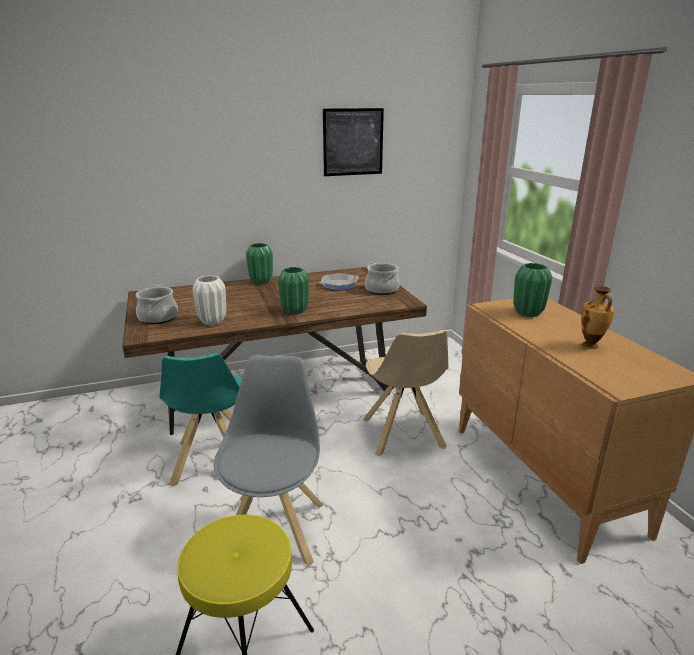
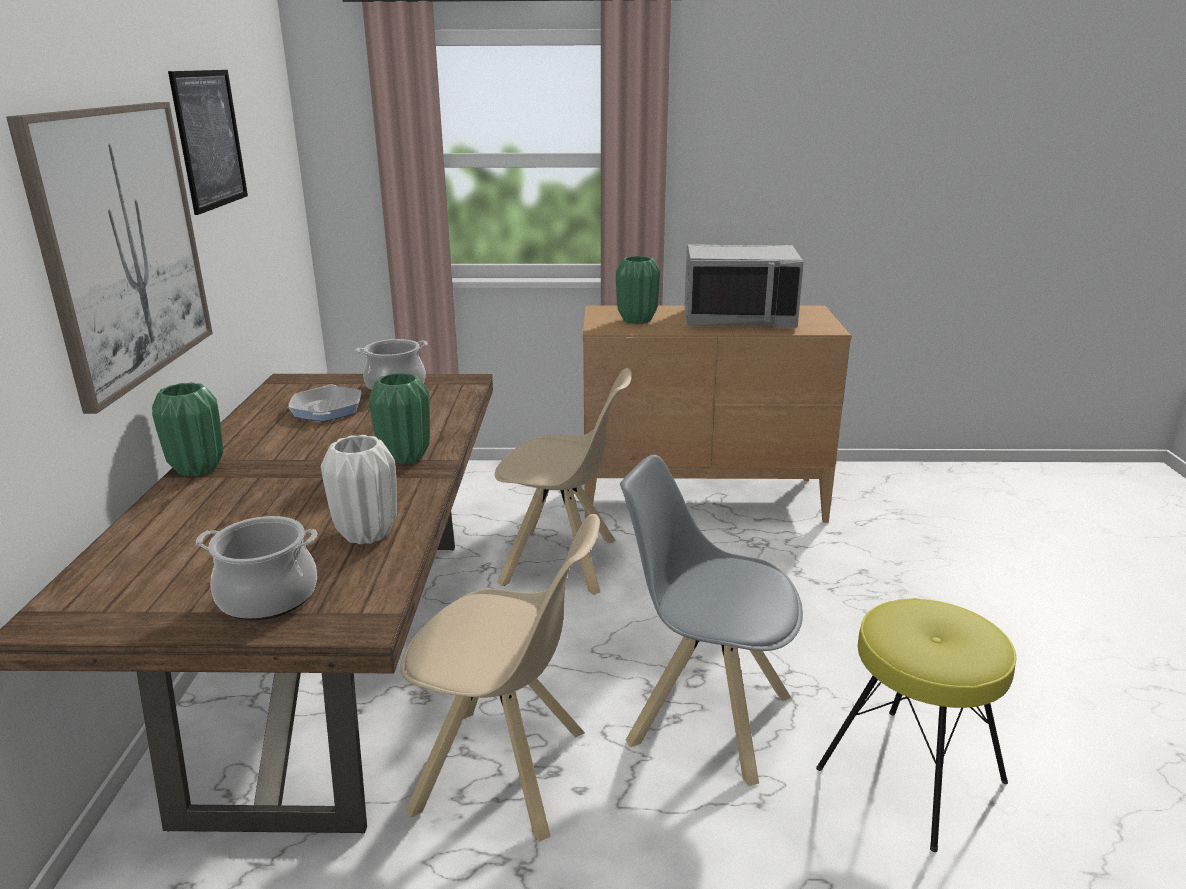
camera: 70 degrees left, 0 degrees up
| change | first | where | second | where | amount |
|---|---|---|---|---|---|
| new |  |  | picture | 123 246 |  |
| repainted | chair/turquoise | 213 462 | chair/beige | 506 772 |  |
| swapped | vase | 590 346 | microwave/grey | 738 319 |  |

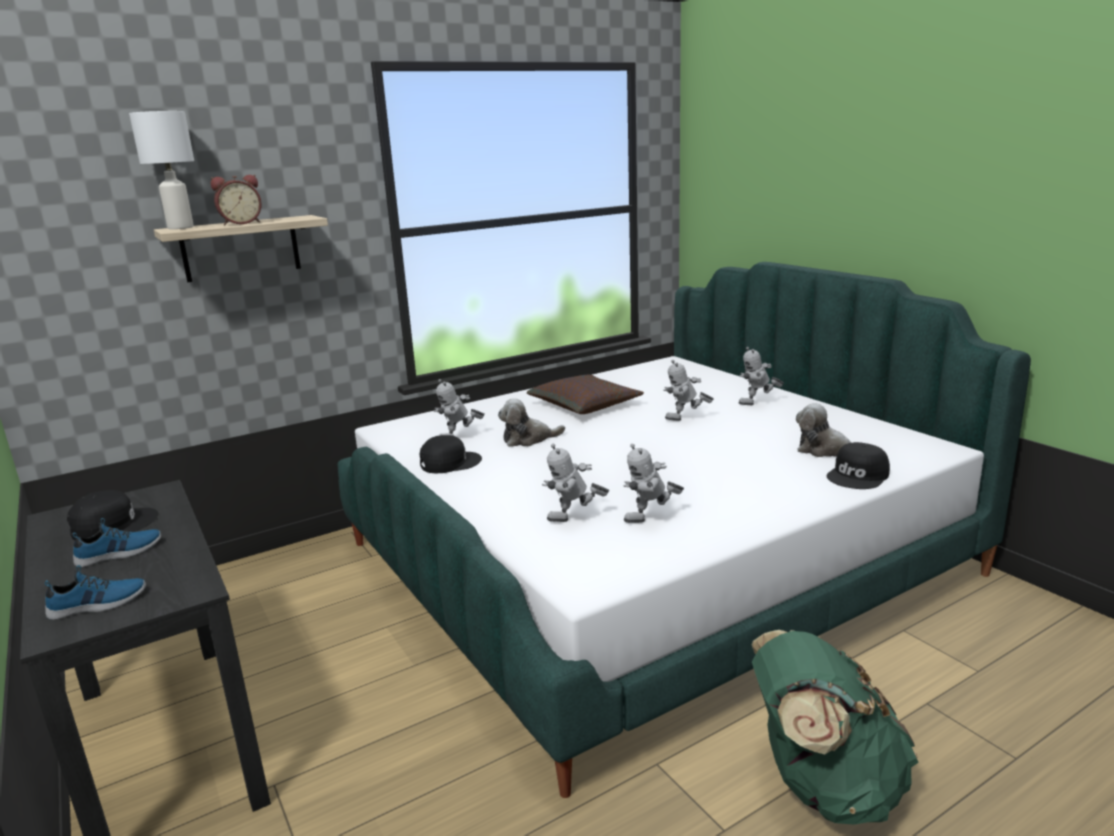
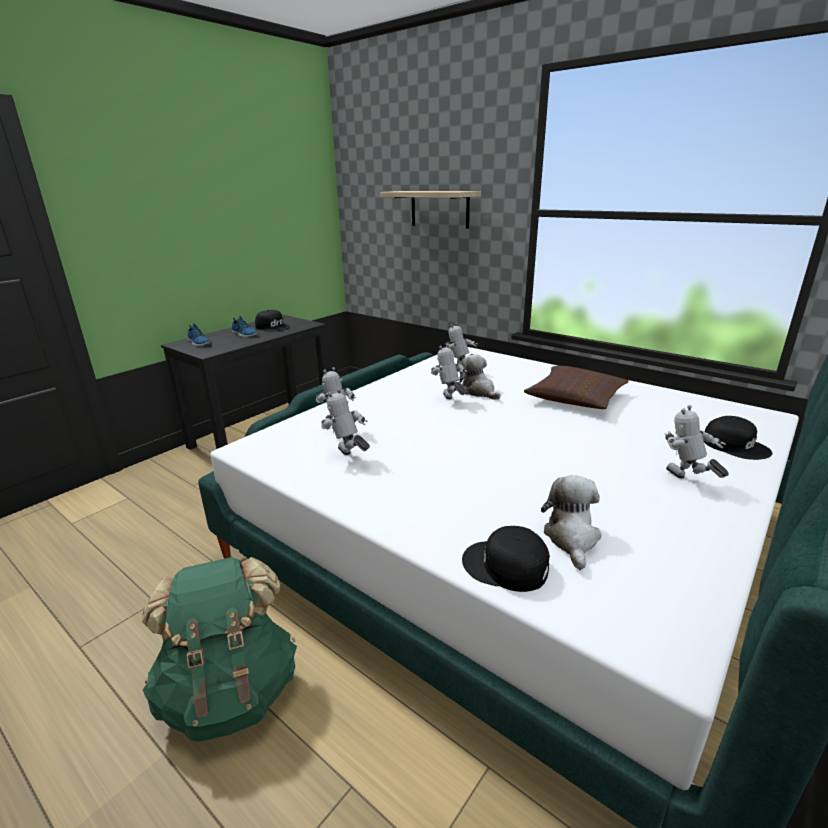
camera: 70 degrees right, 5 degrees up
| change | first | where | second | where | amount |
|---|---|---|---|---|---|
| shifted | toy robot | 686 420 |  | 449 401 |  |
| shifted | cap/black | 449 462 |  | 735 445 |  |
| gone | table lamp/white | 180 228 |  |  |  |
| gone | alarm clock | 241 223 |  |  |  |

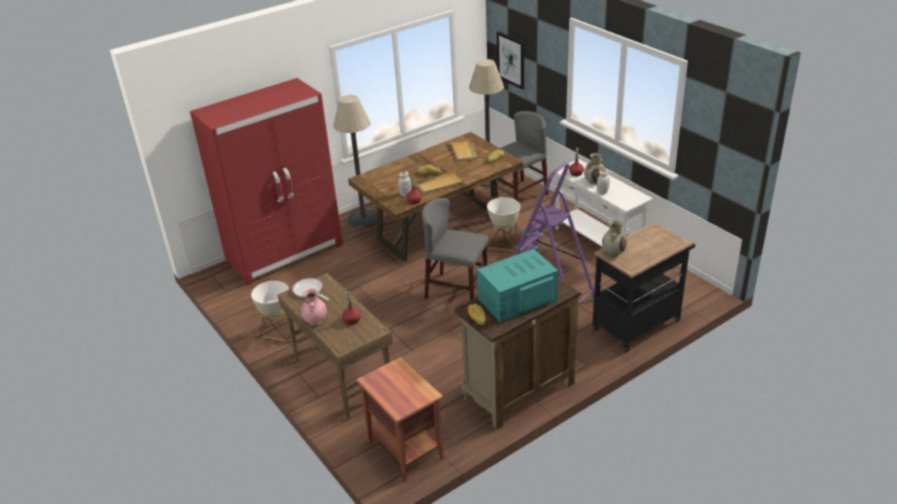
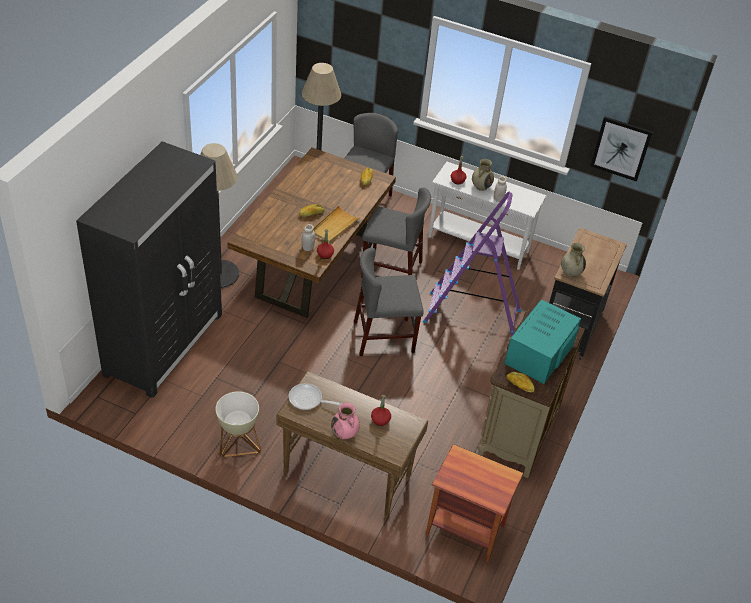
camera: 35 degrees left, 10 degrees up
| change | first | where | second | where | amount |
|---|---|---|---|---|---|
| repainted | cabinet/red | 286 254 | cabinet/black | 166 344 |  |
| swapped | planter | 503 245 | chair/grey | 391 270 |  |
| shifted | picture | 511 60 |  | 621 148 |  |
| gone | tray/beige | 464 151 |  |  |  |

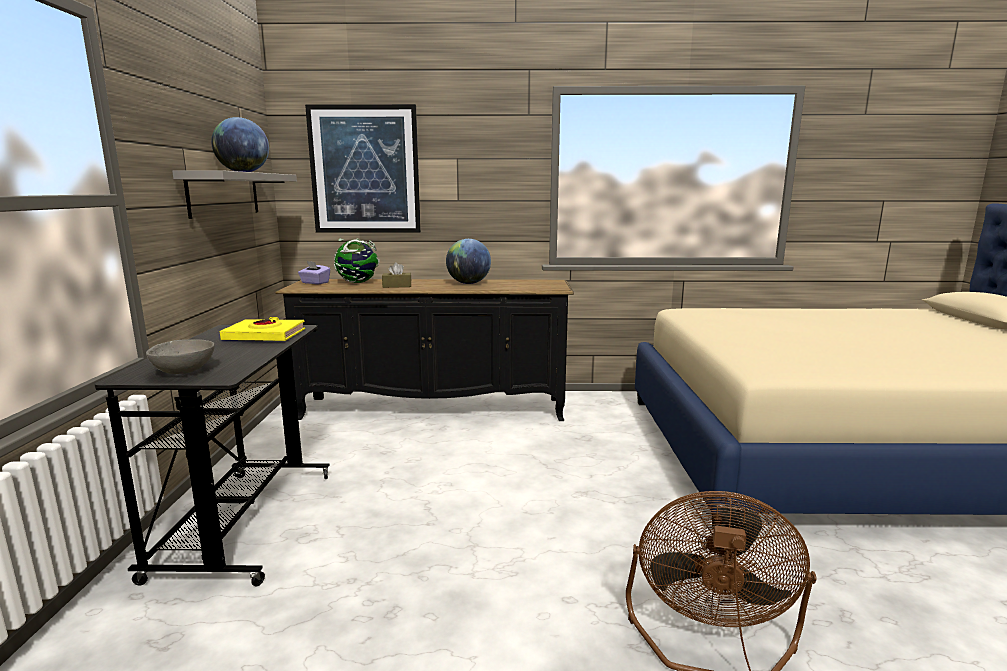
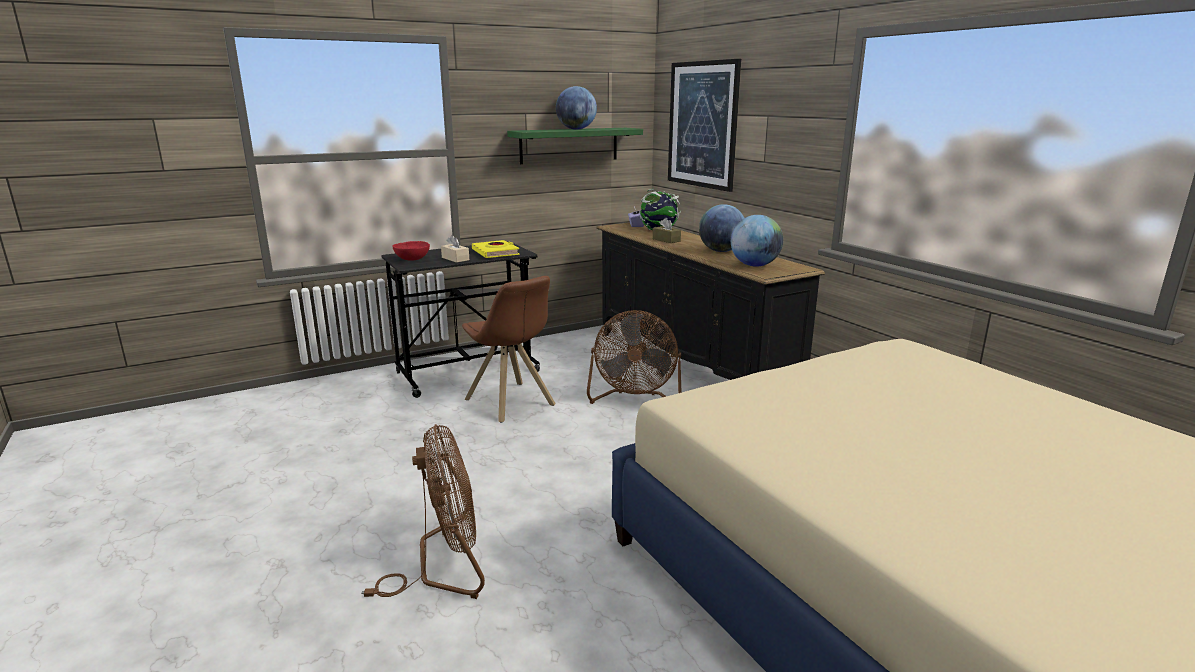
camera: 60 degrees right, 5 degrees up
| change | first | where | second | where | amount |
|---|---|---|---|---|---|
| repainted | bowl/grey | 184 372 | bowl/red | 412 259 |  |
| new |  |  | tissue box/beige | 455 259 |  |
| new |  |  | chair/brown | 510 402 |  |
| repainted | shelf/grey | 224 194 | shelf/green | 569 145 |  |
| new |  |  | fan/brown | 632 398 |  |
| new |  |  | globe | 754 265 |  |

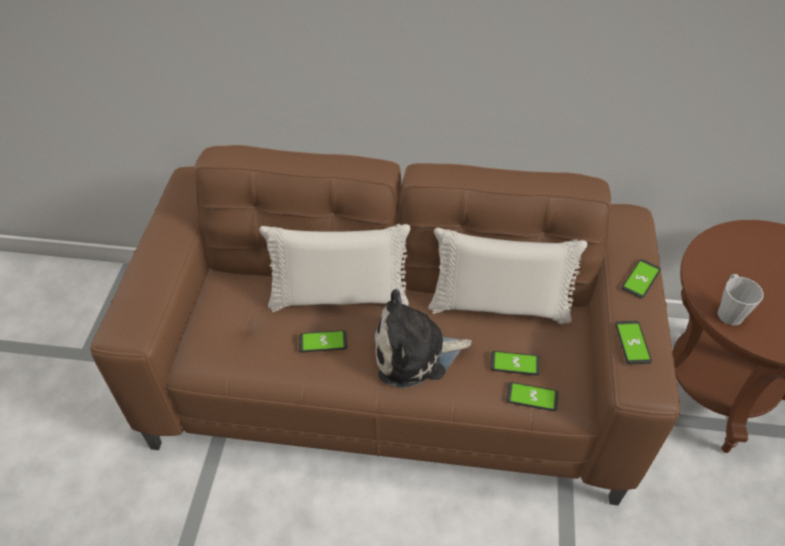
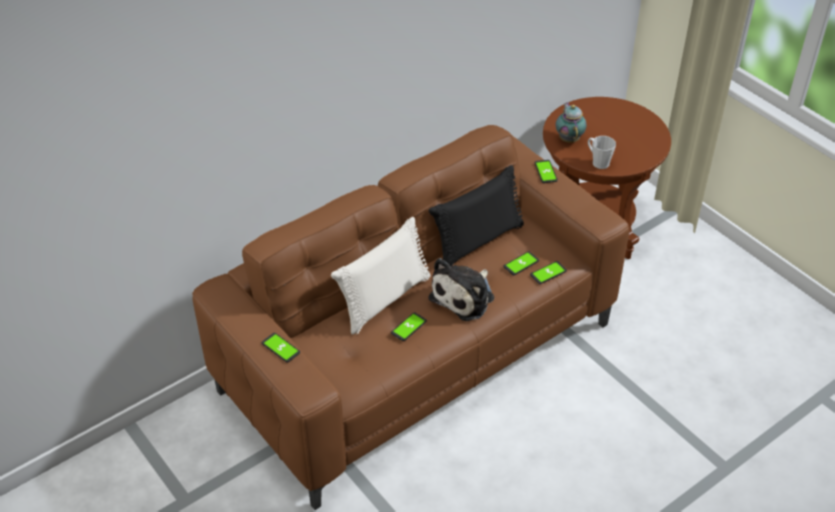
camera: 45 degrees left, 5 degrees down
| change | first | where | second | where | amount |
|---|---|---|---|---|---|
| shifted | phone | 632 343 |  | 280 348 |  |
| repainted | pillow/white | 499 305 | pillow/black | 477 241 |  |
| new |  |  | teapot | 569 138 |  |

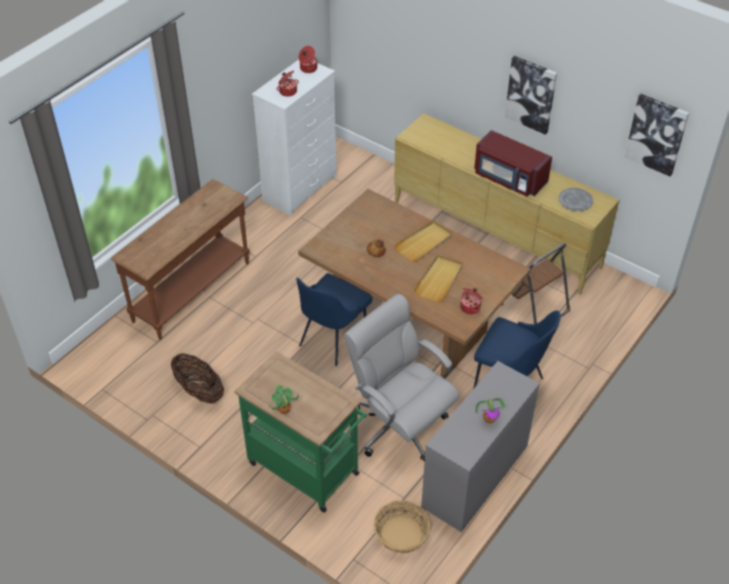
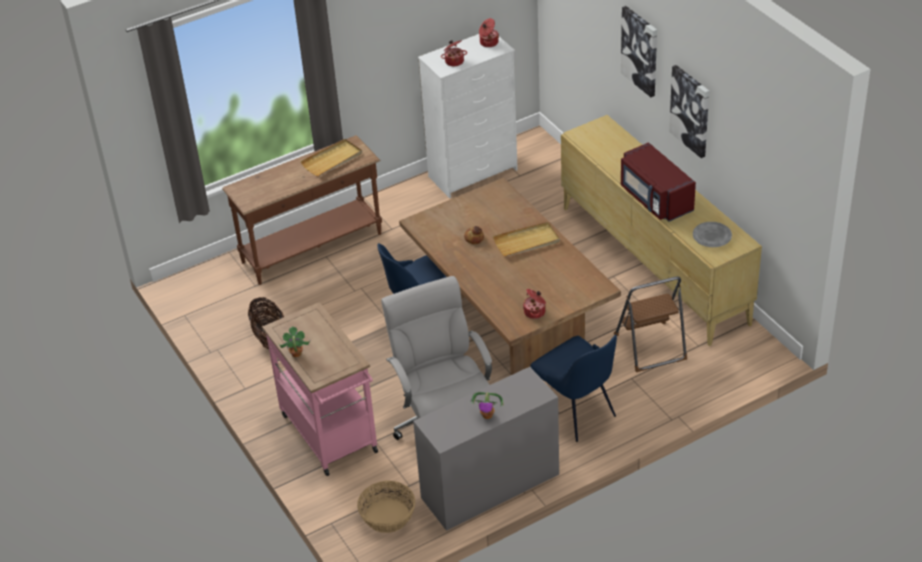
camera: 25 degrees right, 5 degrees down
| change | first | where | second | where | amount |
|---|---|---|---|---|---|
| repainted | cart/green | 306 470 | cart/pink | 331 436 |  |
| shifted | tray/beige | 439 280 |  | 332 160 |  |
| shifted | picture | 656 134 |  | 640 51 |  |

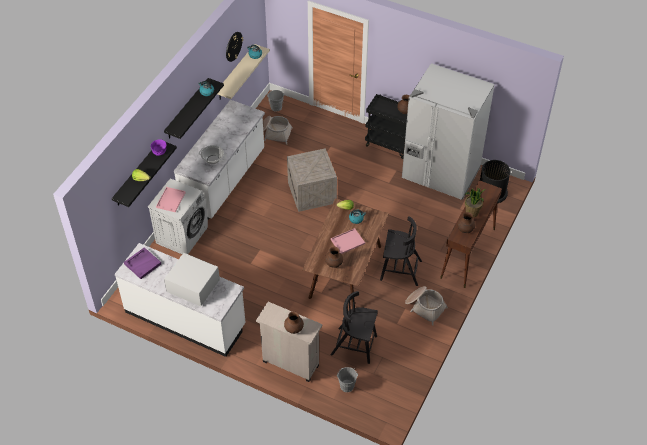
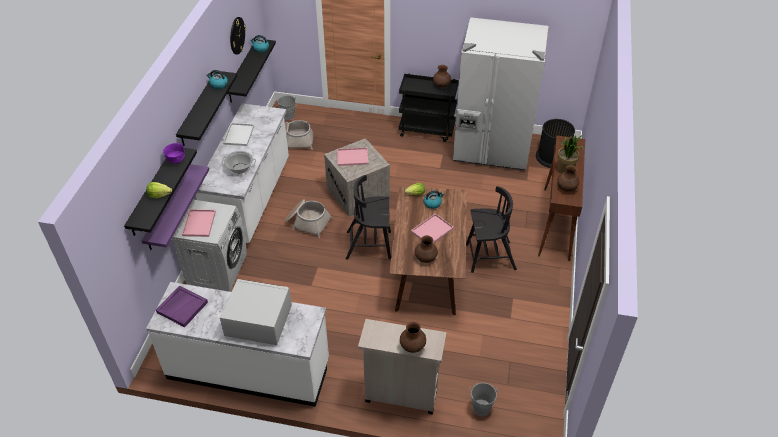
camera: 15 degrees left, 5 degrees down
| change | first | where | second | where | amount |
|---|---|---|---|---|---|
| new |  |  | shelf/purple | 167 208 |  |
| new |  |  | tray/white | 239 135 |  |
| repainted | shelf/beige | 235 73 | shelf/black | 242 71 |  |
| shifted | basket | 424 307 |  | 307 222 |  |
| new |  |  | tray/pink | 352 157 |  |
| shifted | chair/black | 355 345 |  | 370 245 |  |

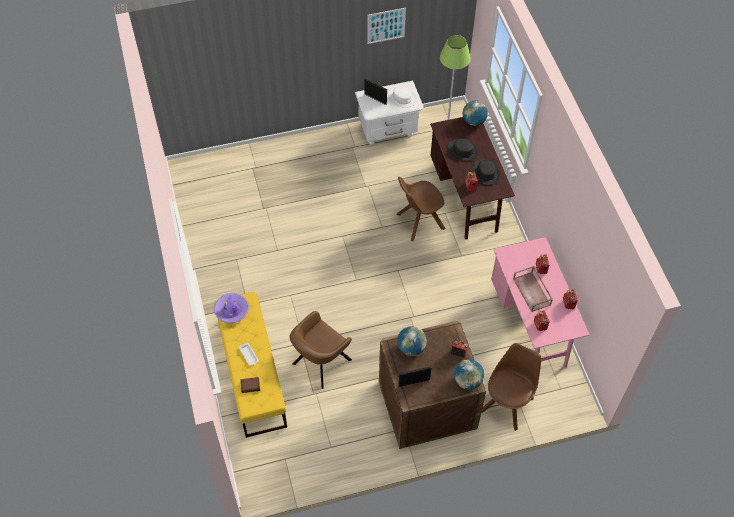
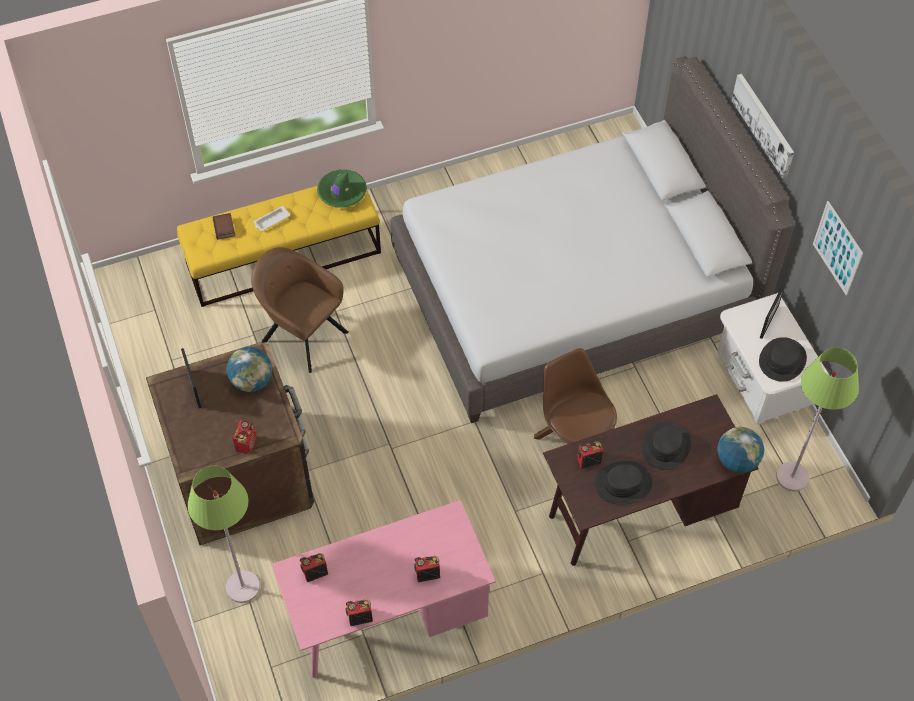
camera: 85 degrees right, 0 degrees up
| change | first | where | second | where | amount |
|---|---|---|---|---|---|
| swapped | chair/brown | 507 403 | floor lamp/green | 243 587 |  |
| repainted | hat/purple | 232 310 | hat/green | 342 193 |  |
| new |  |  | bed/grey | 573 292 |  |
| new |  |  | picture | 764 124 |  |
| repainted | hat/white | 402 97 | hat/black | 782 360 |  |
| gone | globe | 467 381 |  |  |  |
| gone | tray/brown | 532 292 |  |  |  |

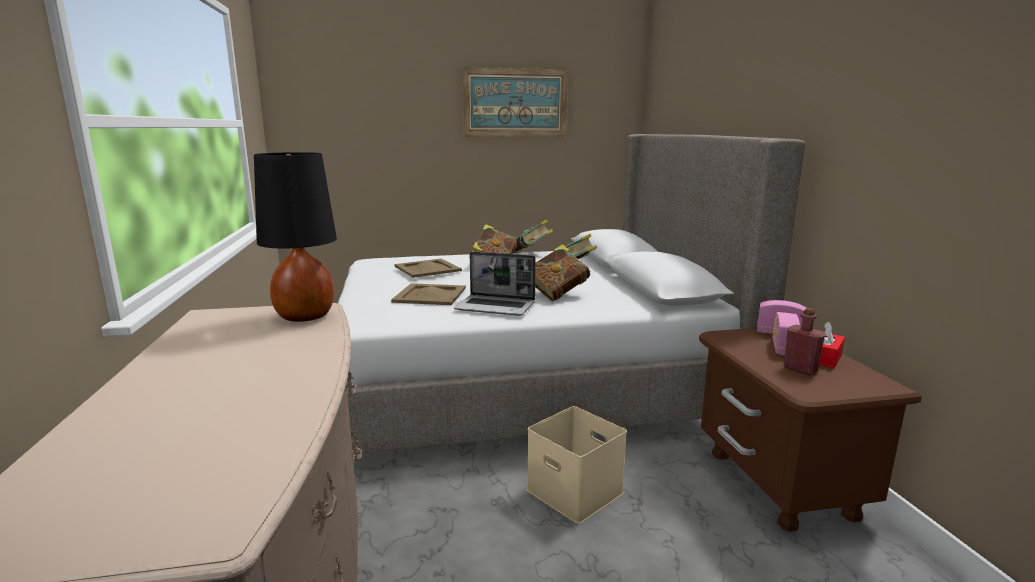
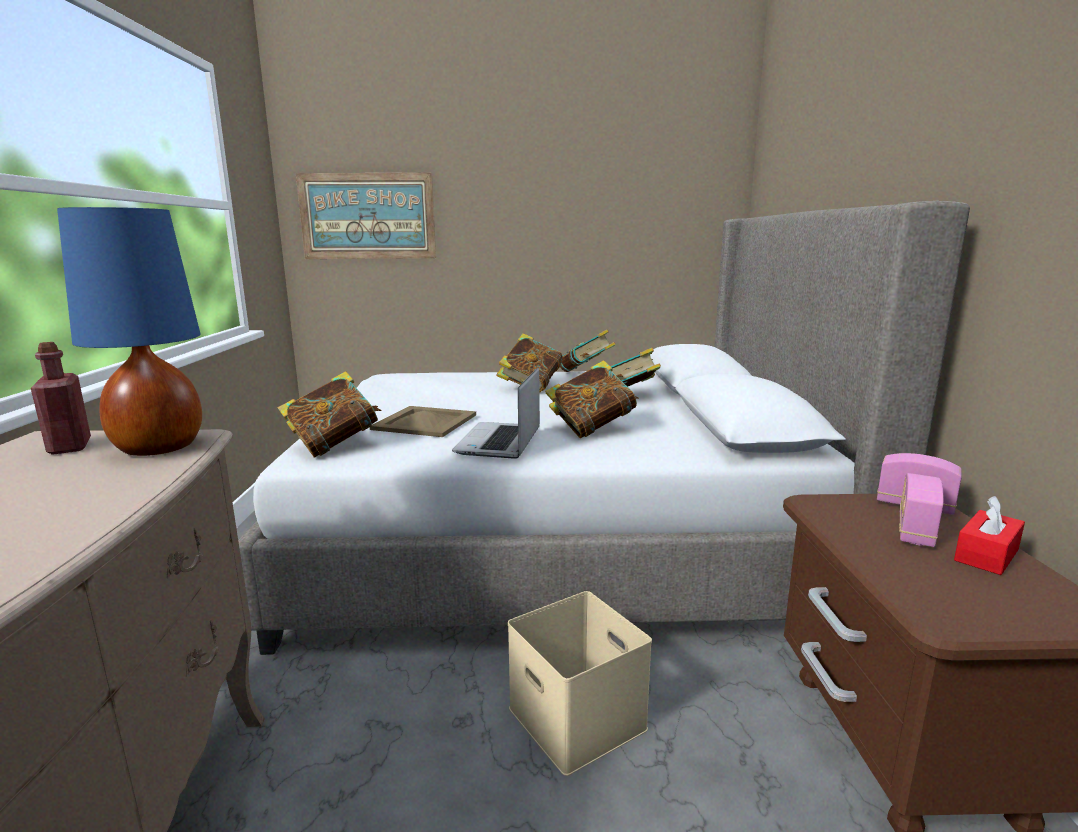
camera: 10 degrees right, 0 degrees up
| change | first | where | second | where | amount |
|---|---|---|---|---|---|
| shifted | bottle/red | 800 369 |  | 70 446 |  |
| repainted | table lamp/black | 304 316 | table lamp/blue | 157 448 |  |
| new |  |  | book | 334 446 |  |
| shifted | picture | 515 103 |  | 367 216 |  |
| rotated | laptop | 496 307 |  | 500 442 | 75 degrees clockwise |
| gone | tray/beige | 427 269 |  |  |  |

